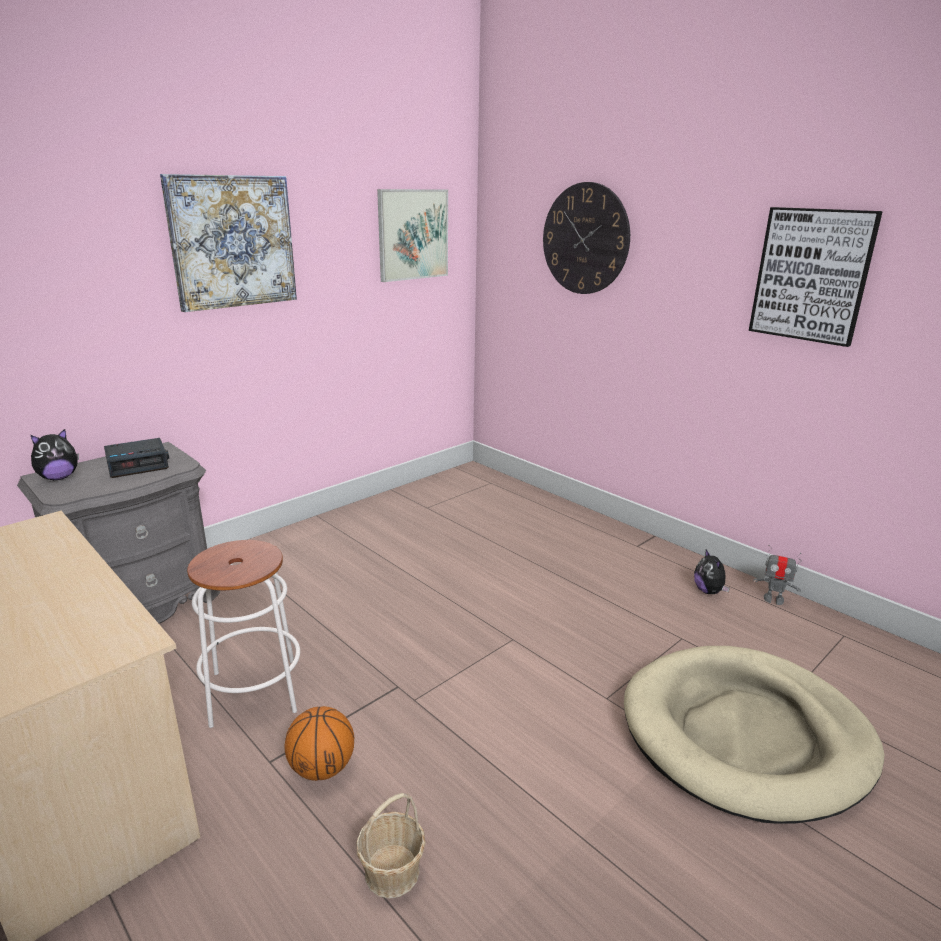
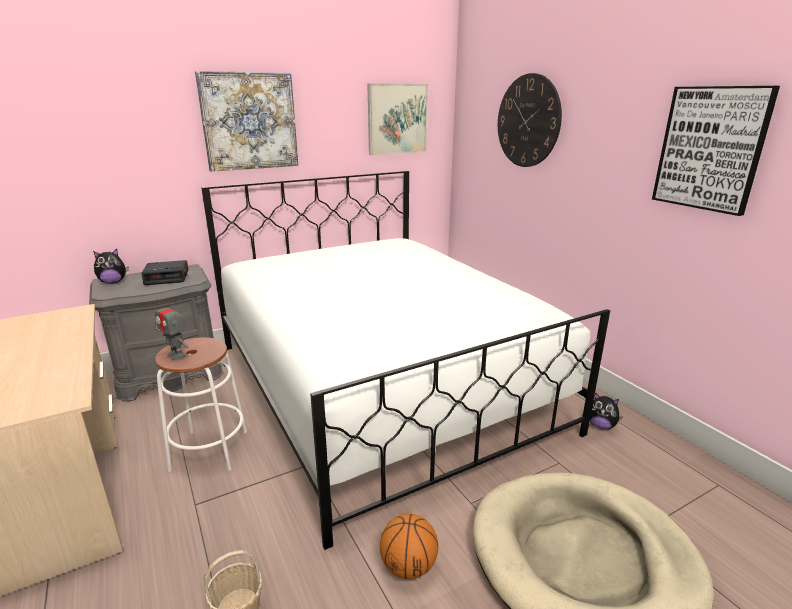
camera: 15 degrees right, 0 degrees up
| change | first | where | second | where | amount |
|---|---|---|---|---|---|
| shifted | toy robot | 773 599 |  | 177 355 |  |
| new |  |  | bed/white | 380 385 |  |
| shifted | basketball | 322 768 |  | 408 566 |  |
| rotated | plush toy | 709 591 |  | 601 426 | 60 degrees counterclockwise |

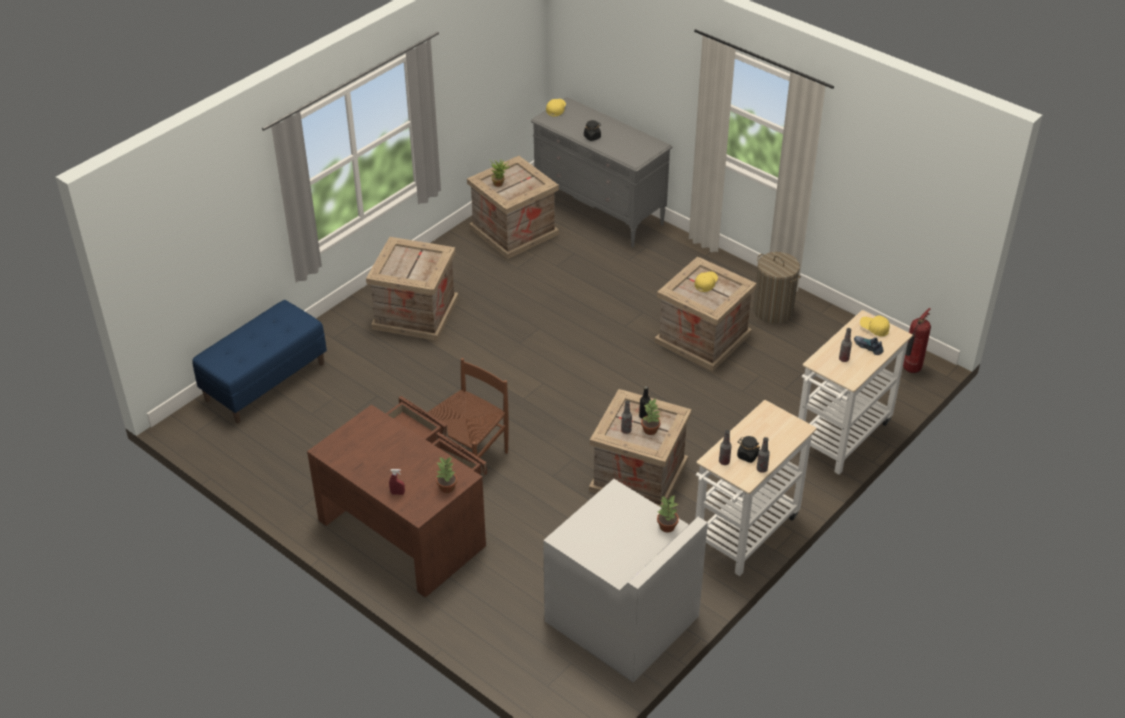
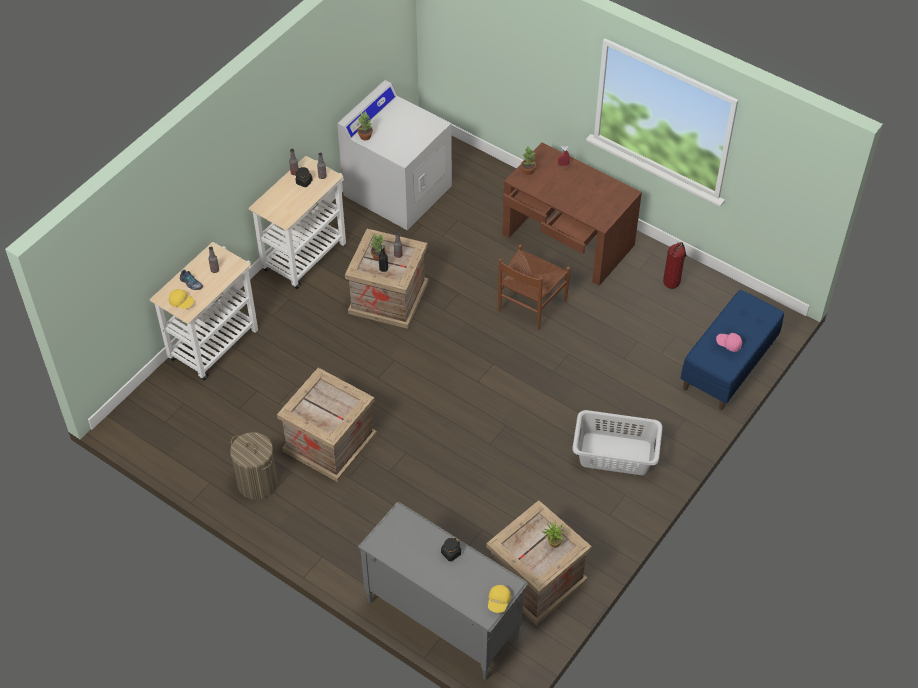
camera: 175 degrees right, 10 degrees up
| change | first | where | second | where | amount |
|---|---|---|---|---|---|
| swapped | crate | 414 313 | laundry basket/grey | 615 454 |  |
| shifted | fire extinguisher | 910 370 |  | 672 282 |  |
| new |  |  | cap/pink | 728 344 |  |
| gone | cap/yellow | 706 284 |  |  |  |

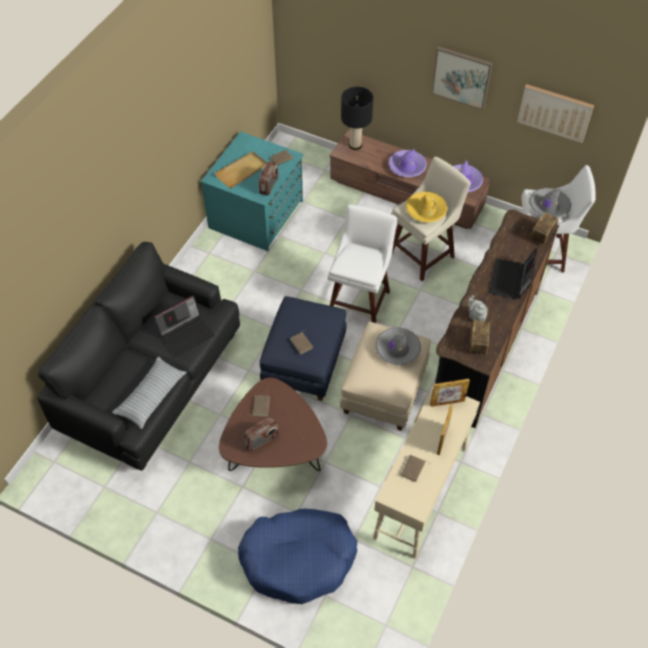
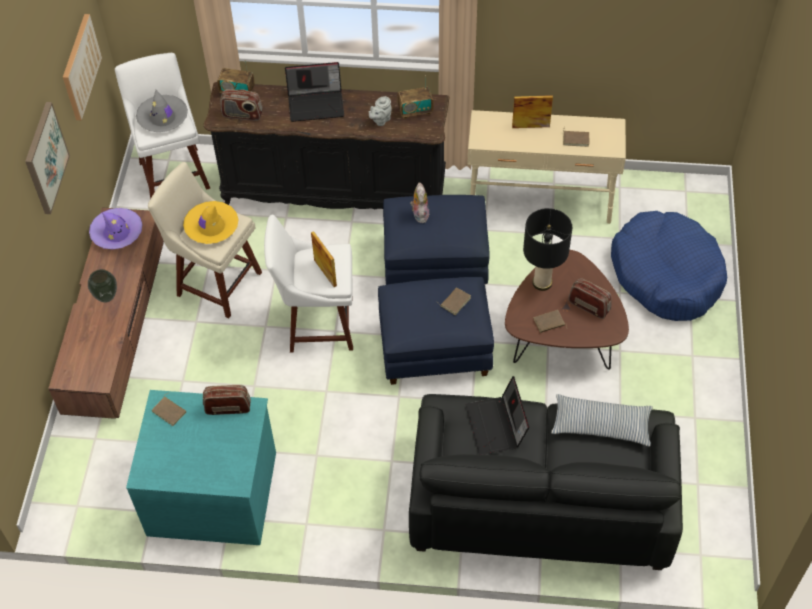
camera: 110 degrees left, 0 degrees up
| change | first | where | second | where | amount |
|---|---|---|---|---|---|
| swapped | hat/purple | 407 167 | vase | 107 297 |  |
| new |  |  | radio | 242 115 |  |
| shifted | picture frame | 447 403 |  | 325 273 |  |
| repainted | ottoman/beige | 385 391 | ottoman/blue | 435 263 |  |
| swapped | hat/grey | 397 349 | plush toy | 419 214 |  |
| rotated | laptop | 186 333 |  | 496 426 | 135 degrees counterclockwise |
| shifted | table lamp/black | 355 145 |  | 541 282 |  |
| gone | tray/beige | 242 171 |  |  |  |

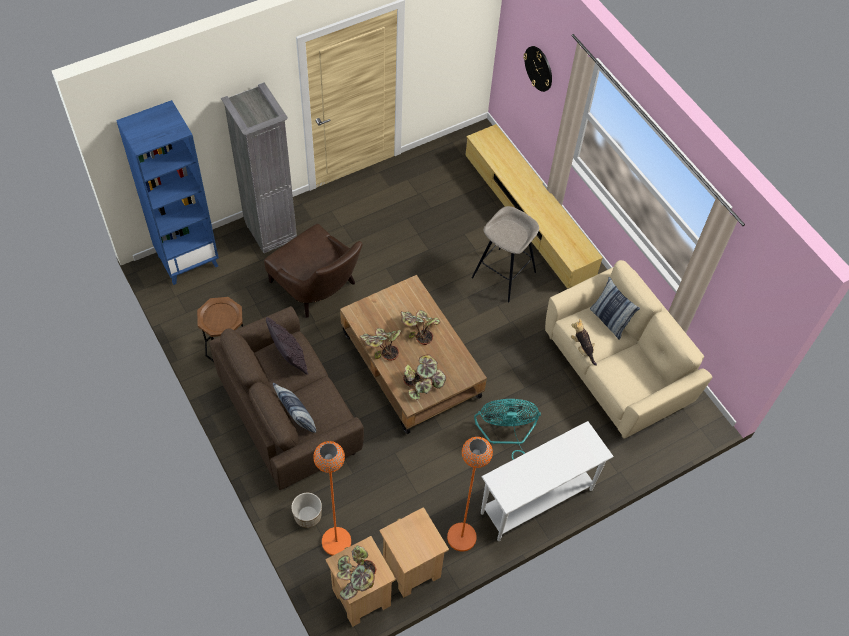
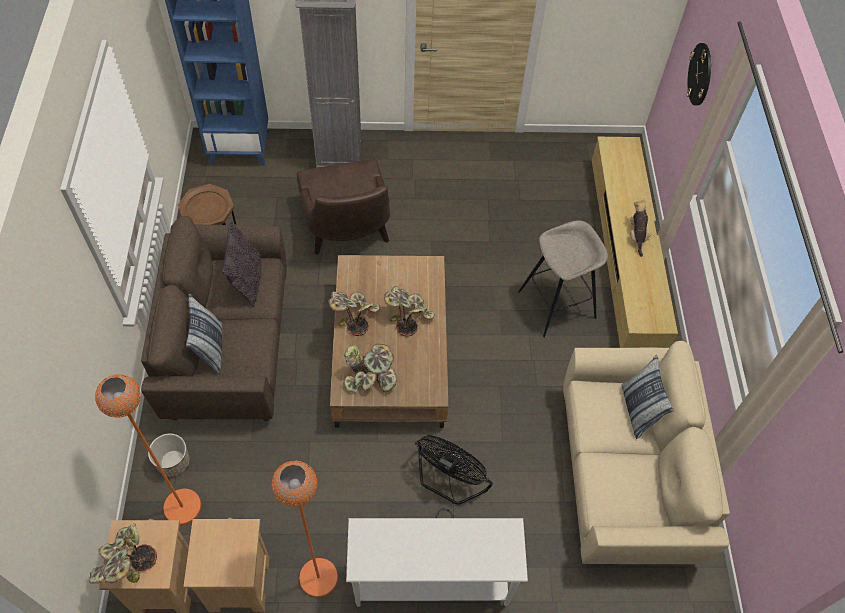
camera: 30 degrees right, 0 degrees up
| change | first | where | second | where | amount |
|---|---|---|---|---|---|
| repainted | fan/turquoise | 508 435 | fan/black | 447 487 |  |
| shifted | plush toy | 582 348 |  | 636 235 |  |

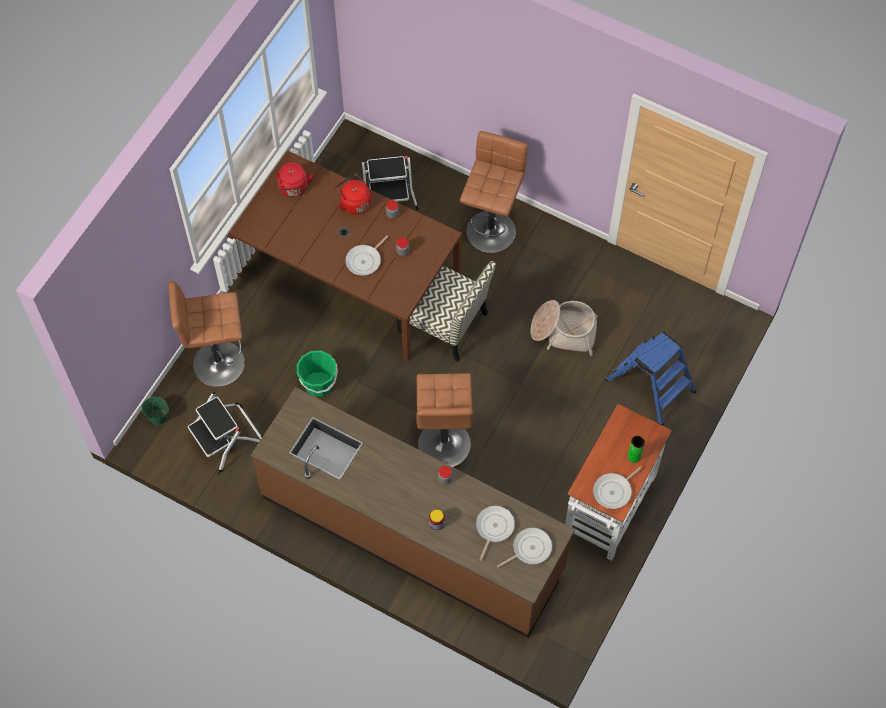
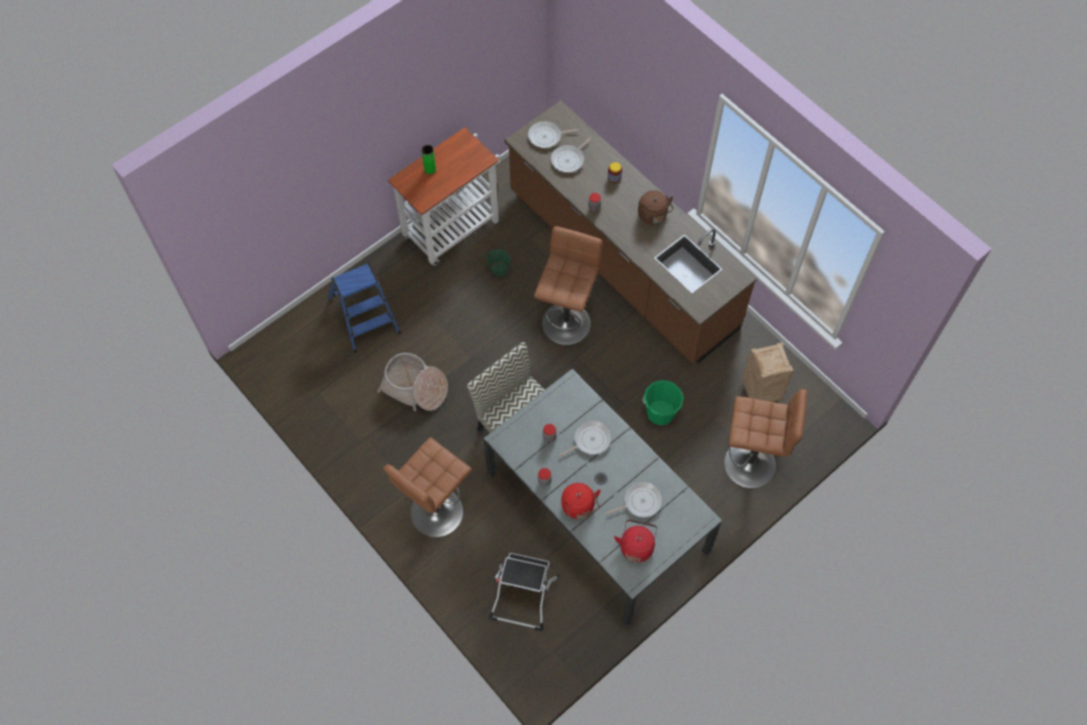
camera: 160 degrees left, 0 degrees up
| change | first | where | second | where | amount |
|---|---|---|---|---|---|
| repainted | dining table/brown | 348 276 | dining table/grey | 596 512 |  |
| shifted | bucket/green | 158 417 |  | 498 269 |  |
| shifted | frying pan | 614 491 |  | 640 501 |  |
| new |  |  | kettle/brown | 653 216 |  |
| swapped | step ladder | 226 437 | crate | 759 391 |  |

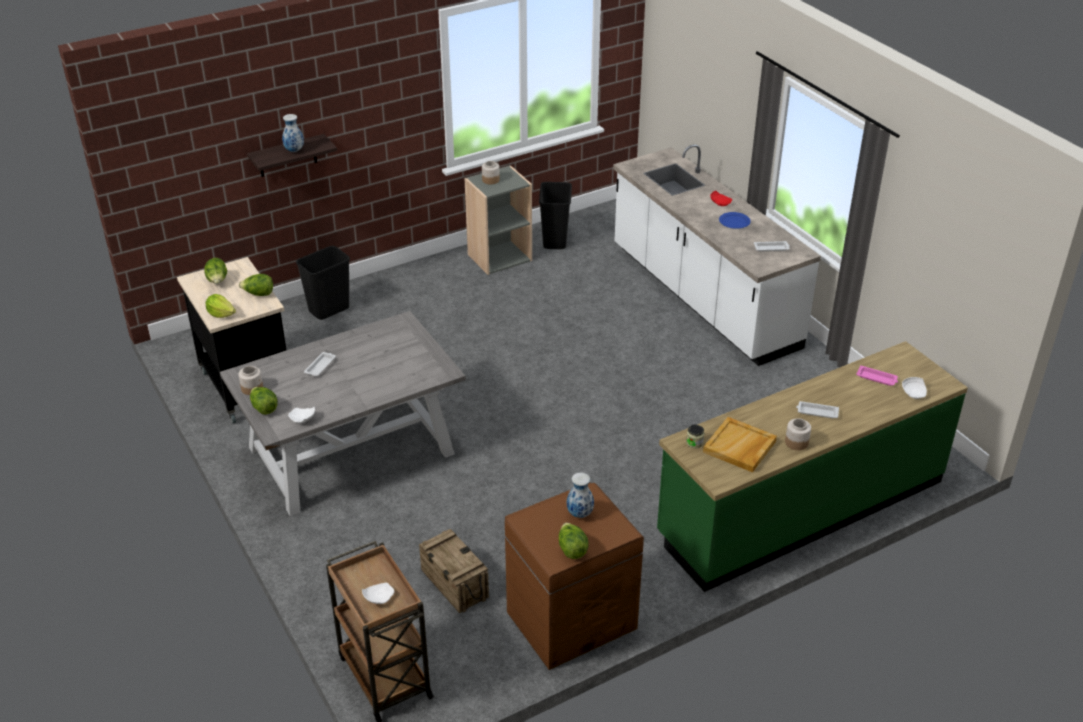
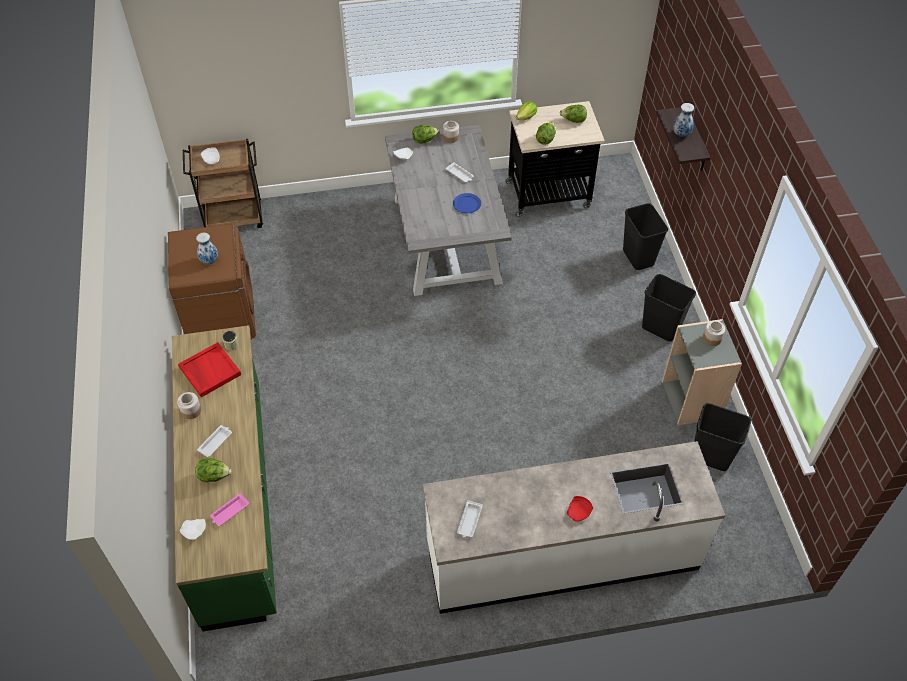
camera: 110 degrees right, 15 degrees up
| change | first | where | second | where | amount |
|---|---|---|---|---|---|
| repainted | tray/beige | 739 447 | tray/red | 209 371 |  |
| shifted | lettuce | 572 550 |  | 214 476 |  |
| shifted | plate/blue | 734 222 |  | 466 204 |  |
| new |  |  | trash can/black | 661 328 |  |
| gone | crate | 454 584 |  |  |  |

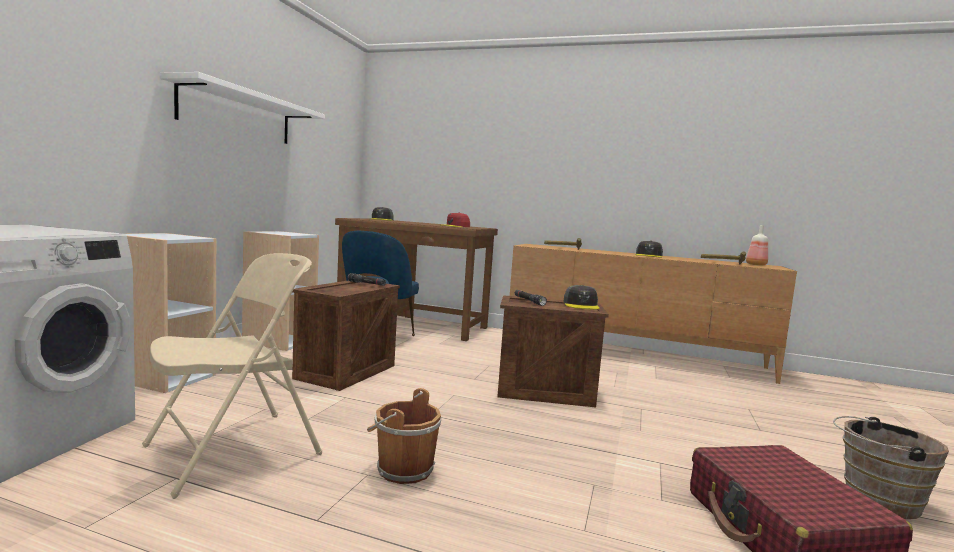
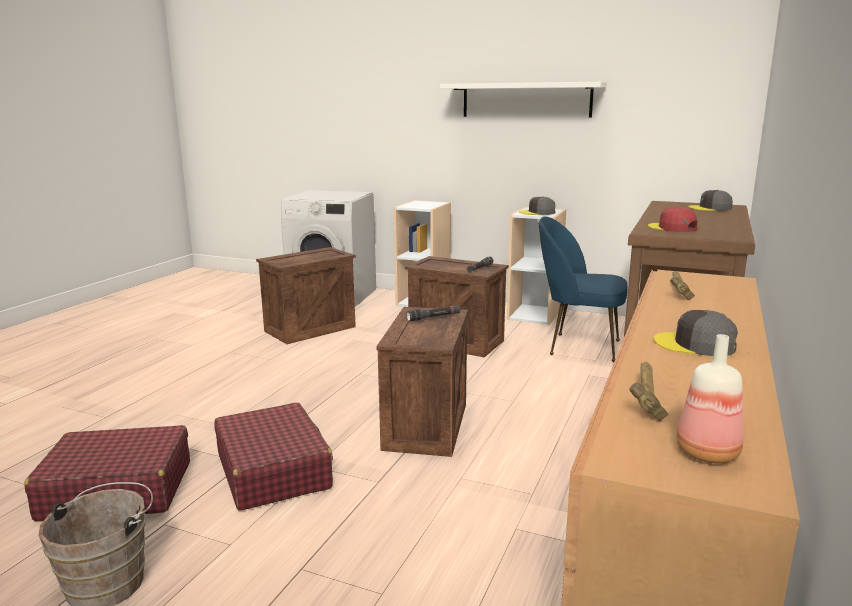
camera: 95 degrees right, 10 degrees up
| change | first | where | second | where | amount |
|---|---|---|---|---|---|
| new |  |  | suitcase/red | 273 470 |  |
| swapped | chair/beige | 233 450 | crate | 310 329 |  |
| shifted | cap/grey | 581 305 |  | 537 212 |  |
| gone | bucket/brown | 402 469 |  |  |  |

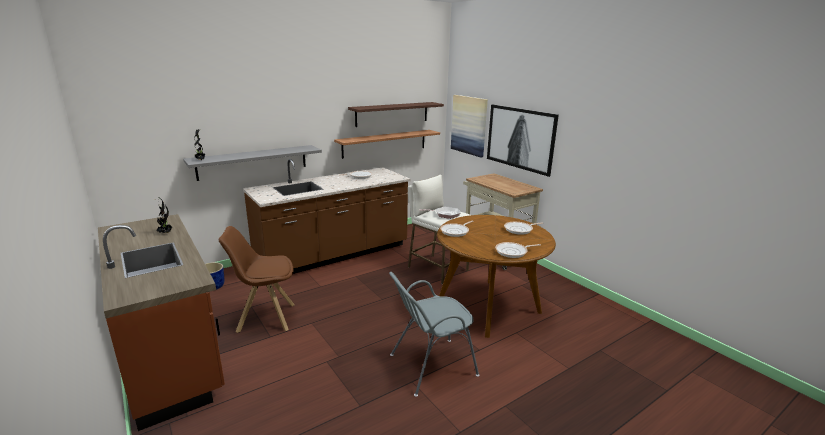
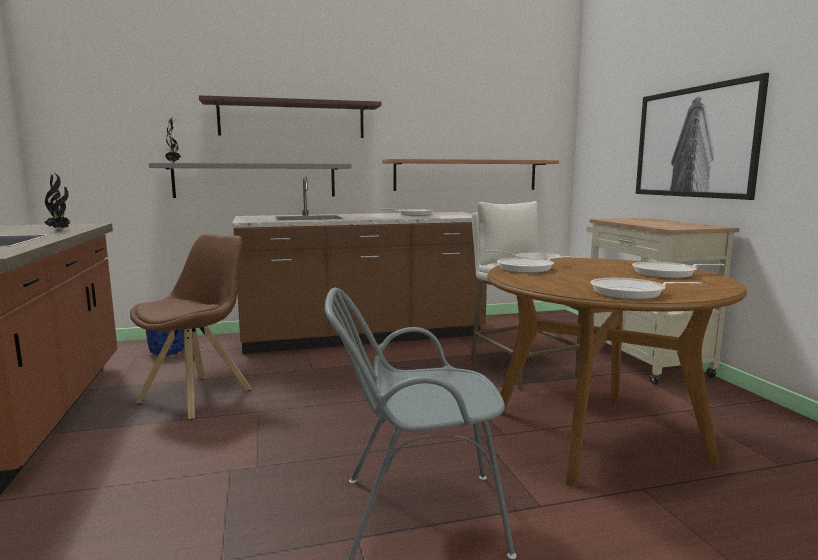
camera: 20 degrees right, 10 degrees down
| change | first | where | second | where | amount |
|---|---|---|---|---|---|
| rotated | chair/brown | 266 318 |  | 197 396 | 105 degrees clockwise |
| shifted | shelf | 392 114 |  | 292 119 |  |
| gone | picture | 469 125 |  |  |  |

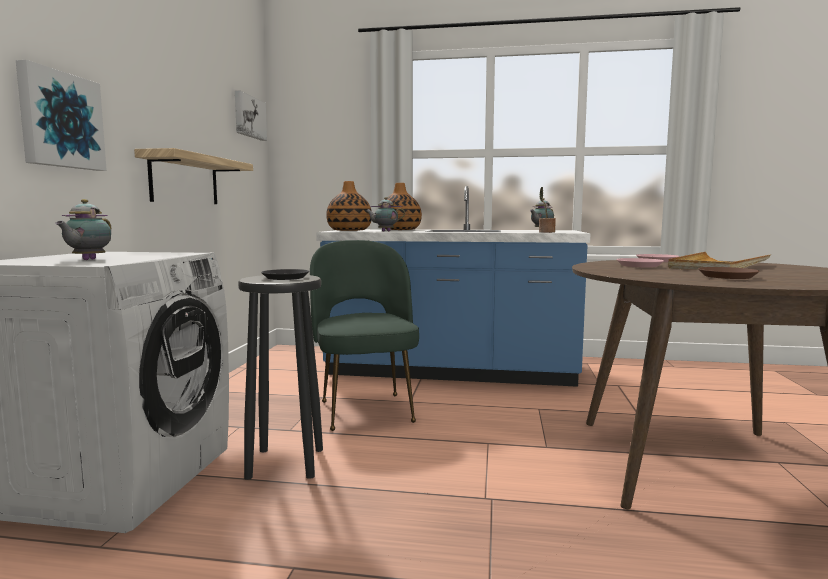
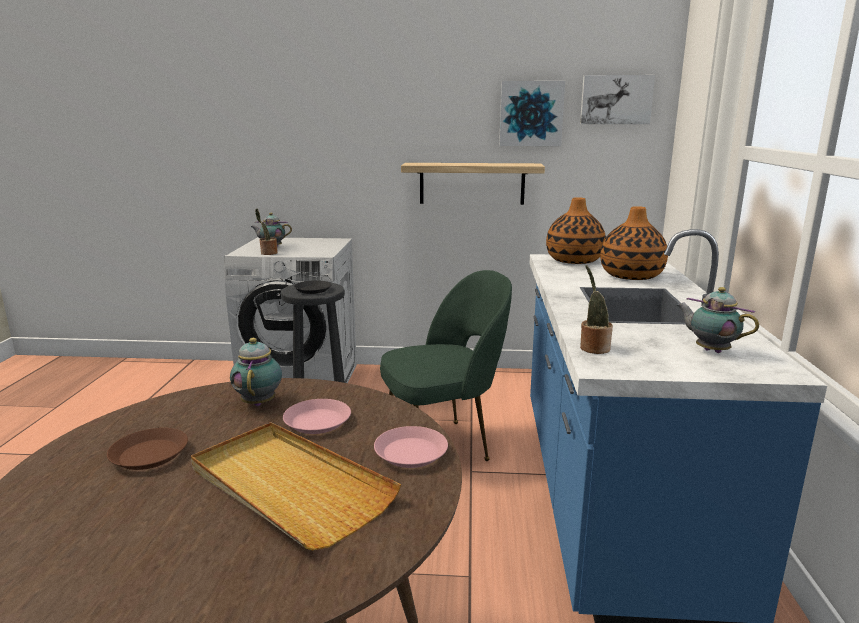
camera: 85 degrees right, 10 degrees up
| change | first | where | second | where | amount |
|---|---|---|---|---|---|
| shifted | teapot | 384 231 |  | 259 402 |  |
| new |  |  | potted plant | 268 253 |  |
| shifted | picture | 60 120 |  | 531 113 |  |

